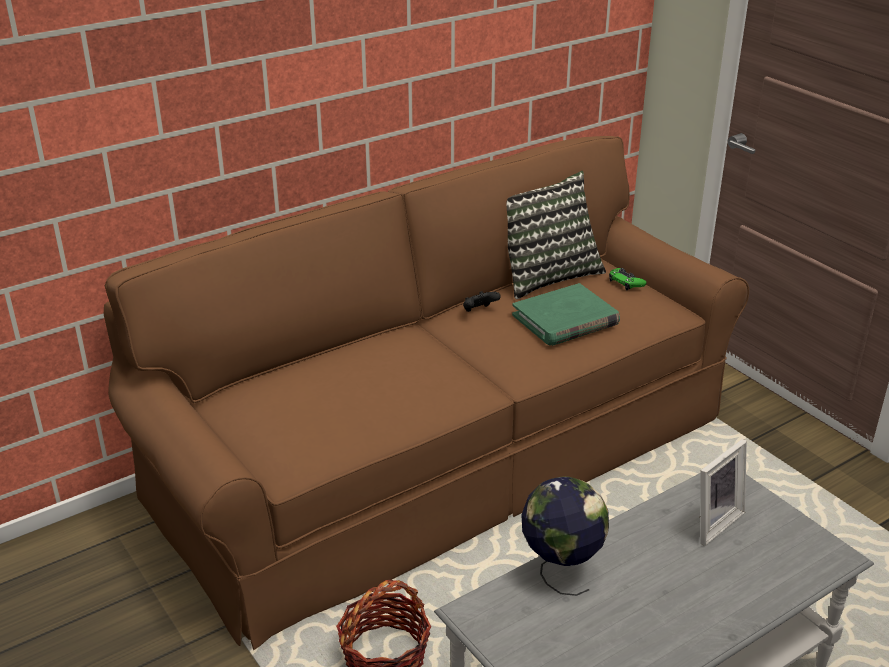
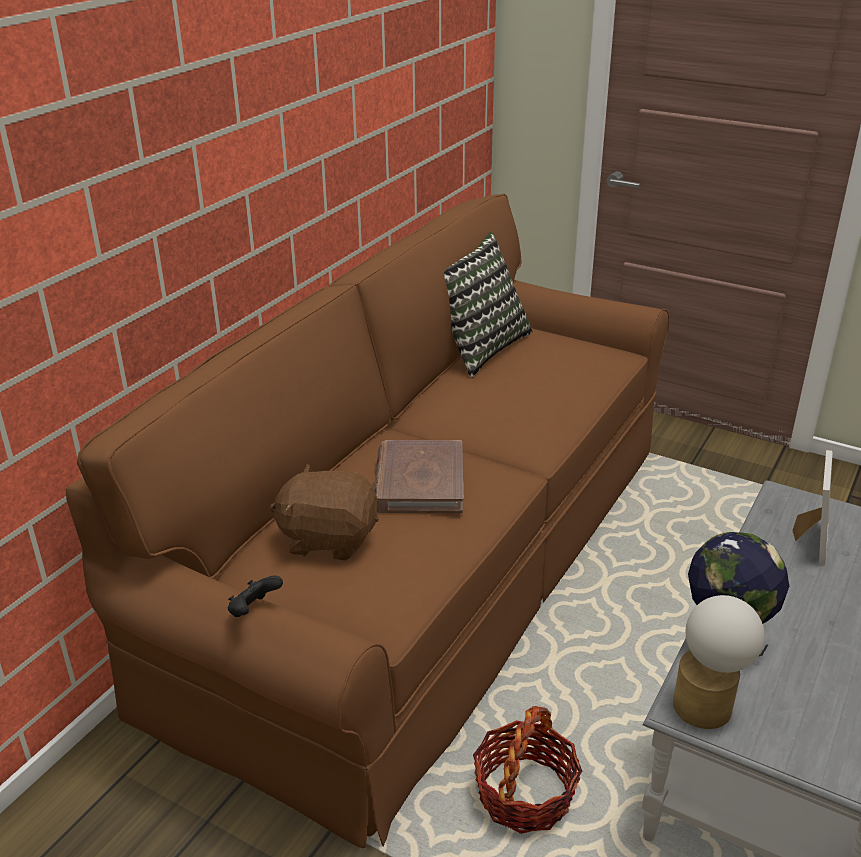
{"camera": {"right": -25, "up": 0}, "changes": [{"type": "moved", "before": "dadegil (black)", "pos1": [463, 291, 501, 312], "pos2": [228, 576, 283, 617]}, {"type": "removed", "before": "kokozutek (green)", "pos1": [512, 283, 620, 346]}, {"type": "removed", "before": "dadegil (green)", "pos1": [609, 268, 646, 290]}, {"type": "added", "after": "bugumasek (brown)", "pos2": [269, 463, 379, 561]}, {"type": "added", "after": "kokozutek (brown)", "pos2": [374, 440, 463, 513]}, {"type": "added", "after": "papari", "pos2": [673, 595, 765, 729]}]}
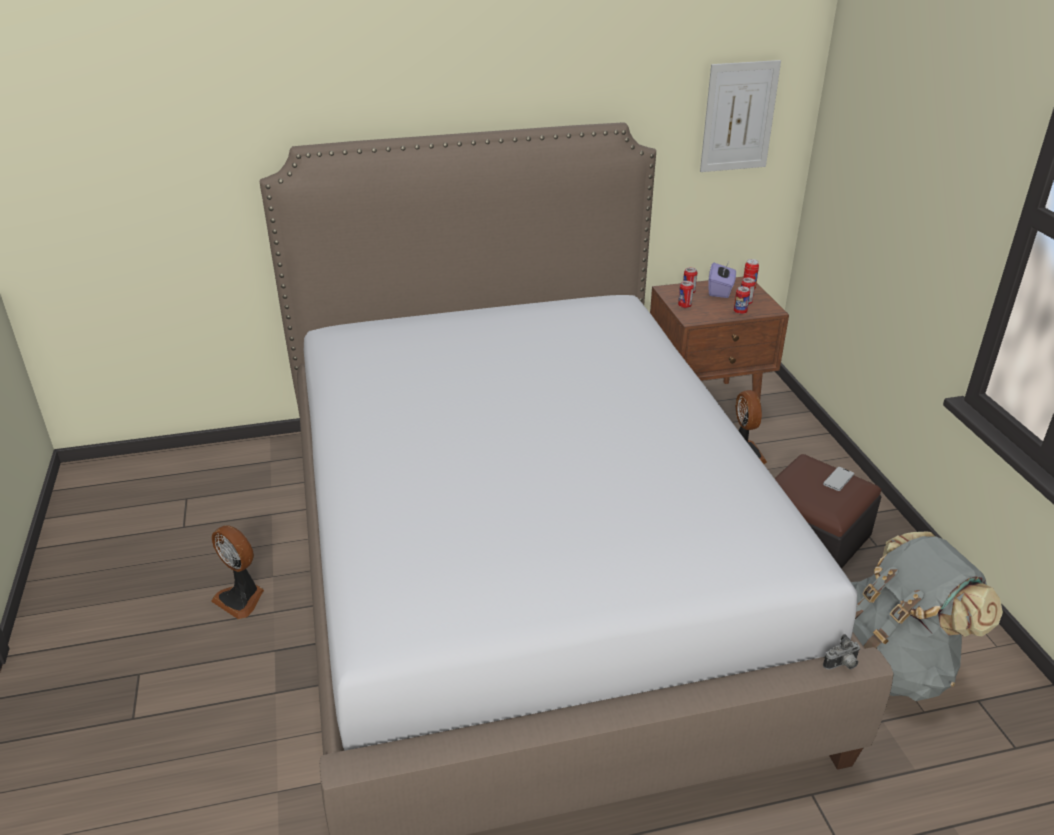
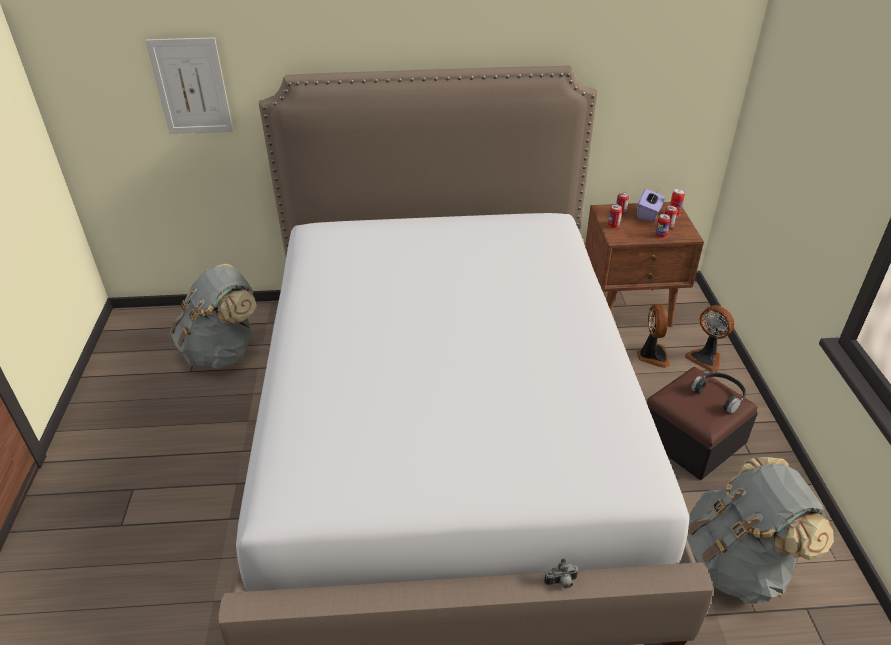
{"camera": {"right": 10, "up": 5}, "changes": [{"type": "moved", "before": "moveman", "pos1": [211, 525, 264, 619], "pos2": [685, 305, 734, 372]}, {"type": "moved", "before": "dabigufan", "pos1": [700, 60, 781, 172], "pos2": [145, 37, 233, 134]}, {"type": "replaced", "before": "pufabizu", "after": "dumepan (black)", "pos1": [823, 467, 854, 491], "pos2": [691, 372, 746, 414]}, {"type": "moved", "before": "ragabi", "pos1": [823, 634, 860, 670], "pos2": [544, 558, 579, 589]}, {"type": "added", "after": "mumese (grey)", "pos2": [171, 264, 257, 369]}]}
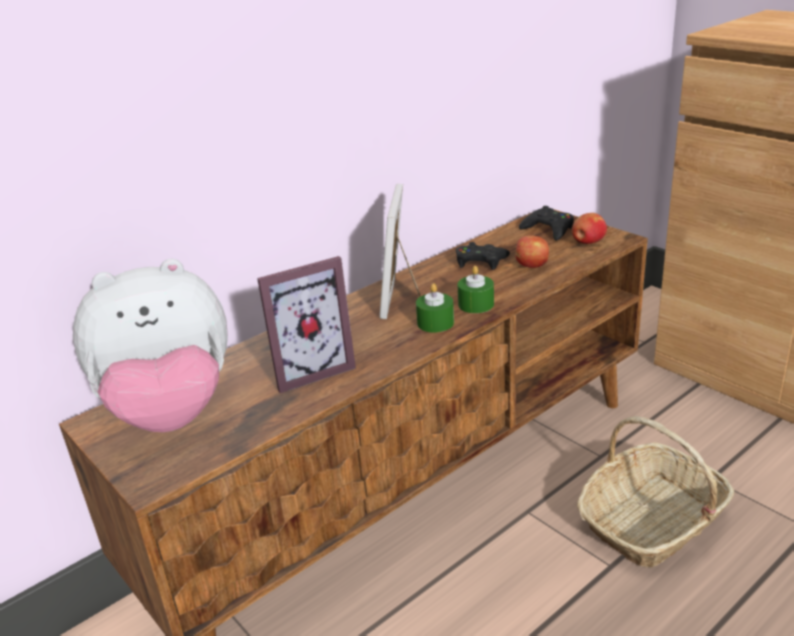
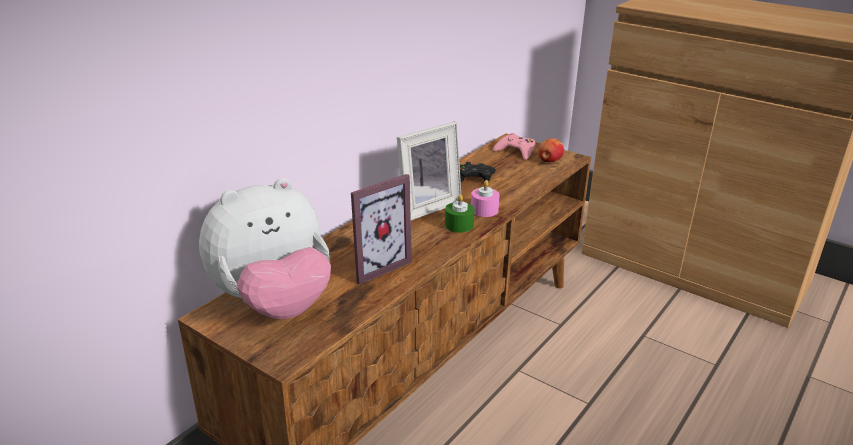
{"camera": {"right": -15, "up": 0}, "changes": [{"type": "turned", "before": "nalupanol", "pos1": [380, 184, 421, 319], "pos2": [397, 122, 461, 220], "turn": -120}, {"type": "recoloured", "before": "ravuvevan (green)", "after": "ravuvevan (pink)", "pos1": [458, 266, 494, 313], "pos2": [471, 180, 500, 217]}, {"type": "removed", "before": "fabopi", "pos1": [515, 235, 549, 268]}, {"type": "recoloured", "before": "dadegil (black)", "after": "dadegil (pink)", "pos1": [519, 206, 574, 241], "pos2": [493, 133, 535, 160]}, {"type": "removed", "before": "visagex", "pos1": [577, 416, 734, 568]}]}
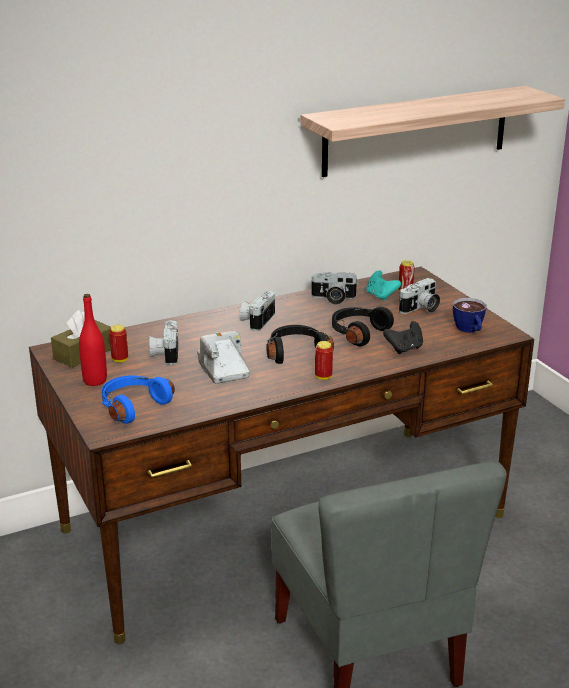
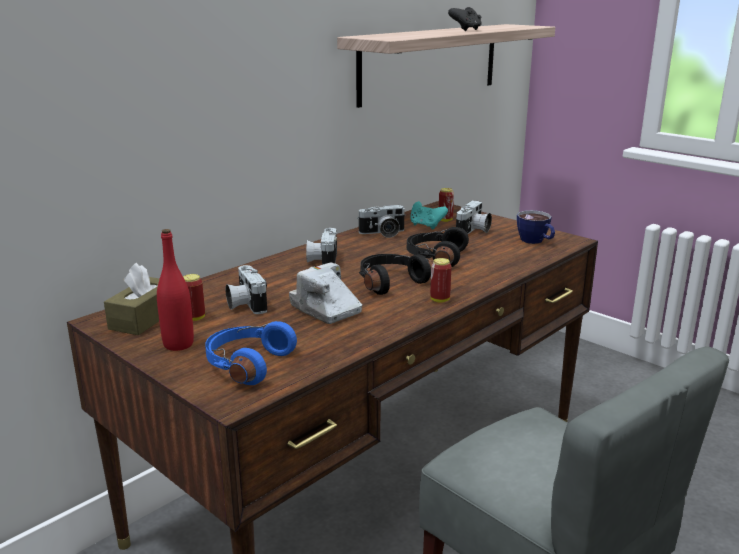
{"camera": {"right": -20, "up": -5}, "changes": [{"type": "moved", "before": "dadegil (black)", "pos1": [383, 321, 423, 354], "pos2": [448, 7, 482, 31]}]}
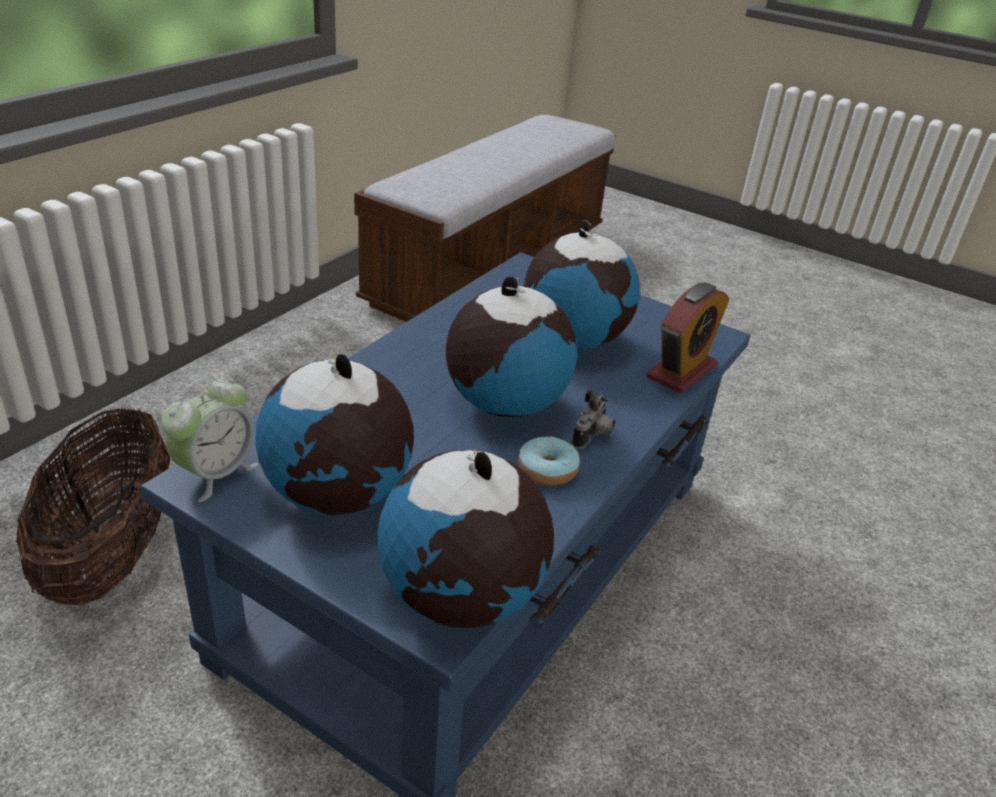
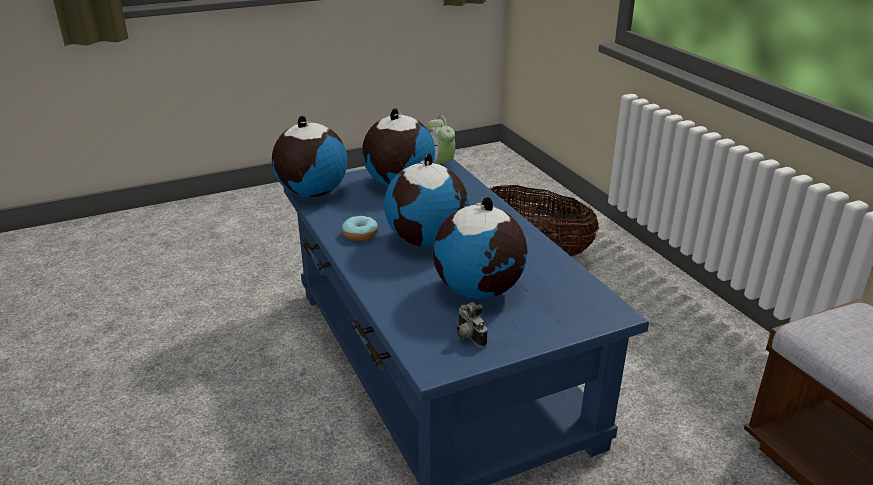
{"camera": {"right": 125, "up": -5}, "changes": [{"type": "moved", "before": "ragabi", "pos1": [572, 390, 615, 449], "pos2": [457, 302, 487, 347]}, {"type": "removed", "before": "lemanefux", "pos1": [647, 282, 729, 393]}]}
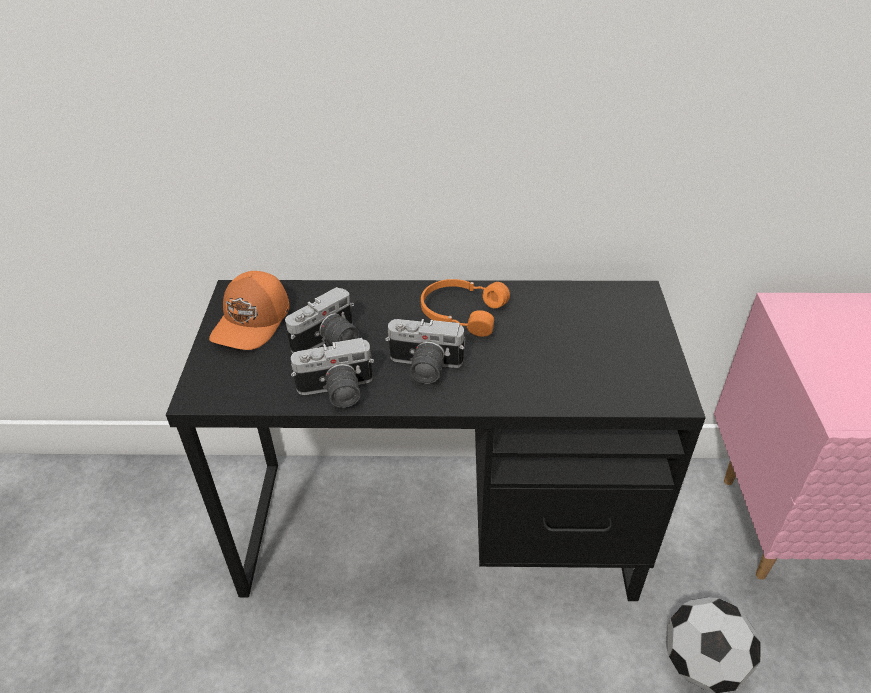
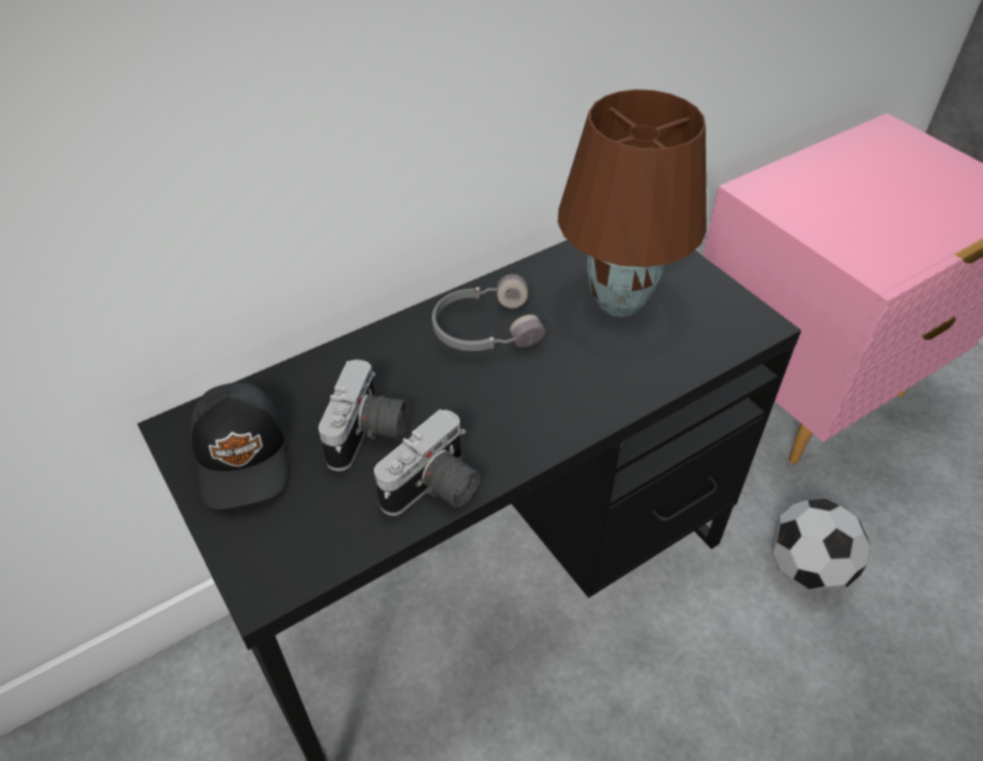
{"camera": {"right": -35, "up": 5}, "changes": [{"type": "recoloured", "before": "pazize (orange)", "after": "pazize (black)", "pos1": [209, 271, 290, 350], "pos2": [190, 382, 288, 510]}, {"type": "removed", "before": "ragabi", "pos1": [385, 319, 465, 384]}, {"type": "recoloured", "before": "dumepan (orange)", "after": "dumepan (grey)", "pos1": [421, 279, 510, 337], "pos2": [432, 274, 545, 351]}, {"type": "added", "after": "papari (brown)", "pos2": [558, 89, 707, 317]}]}
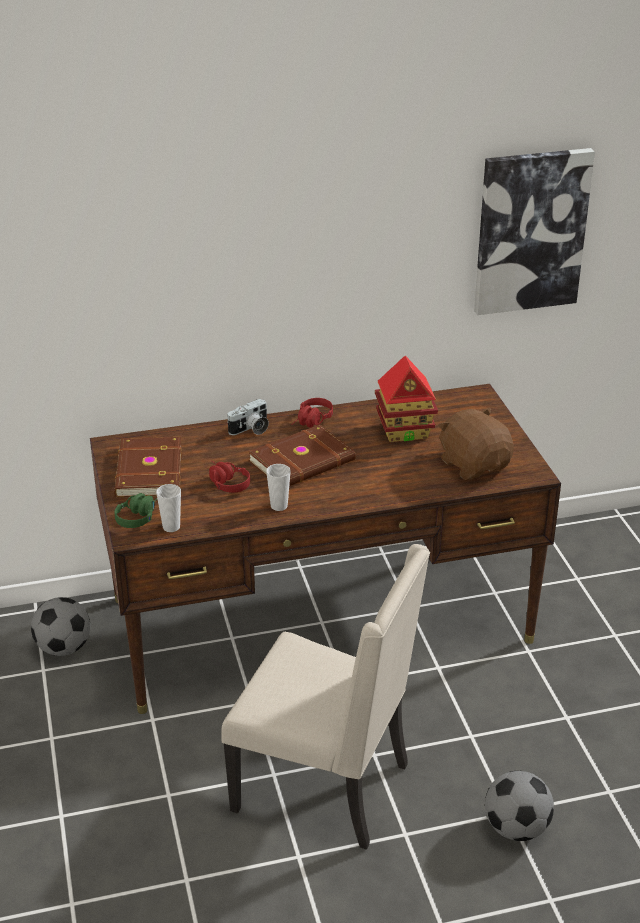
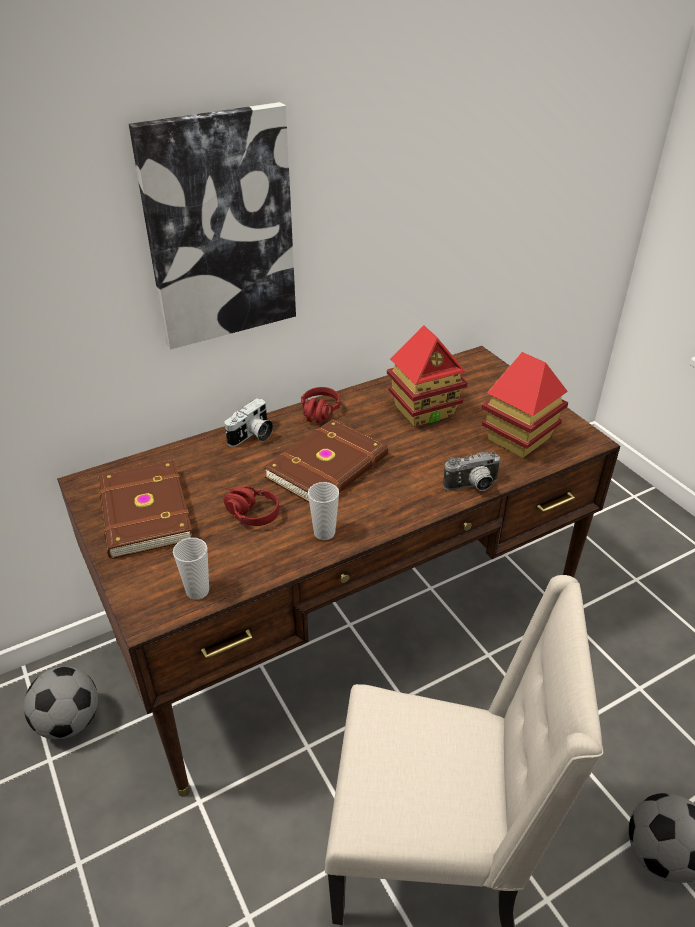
{"camera": {"right": -15, "up": 5}, "changes": [{"type": "removed", "before": "dumepan (green)", "pos1": [114, 493, 157, 528]}, {"type": "replaced", "before": "bugumasek (brown)", "after": "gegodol", "pos1": [438, 408, 514, 480], "pos2": [482, 352, 568, 458]}, {"type": "moved", "before": "dabigufan", "pos1": [474, 148, 595, 315], "pos2": [129, 102, 296, 349]}, {"type": "added", "after": "ragabi", "pos2": [443, 452, 501, 491]}]}
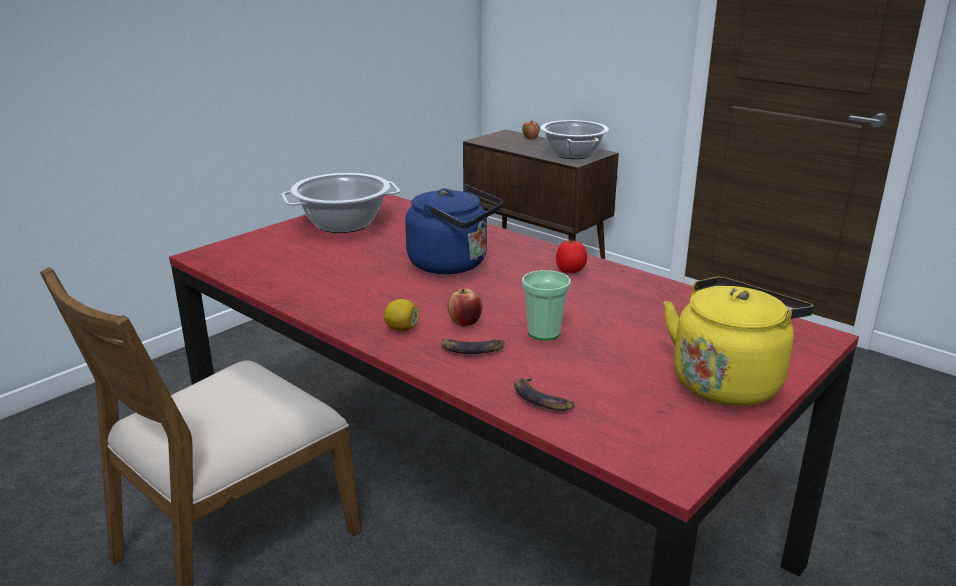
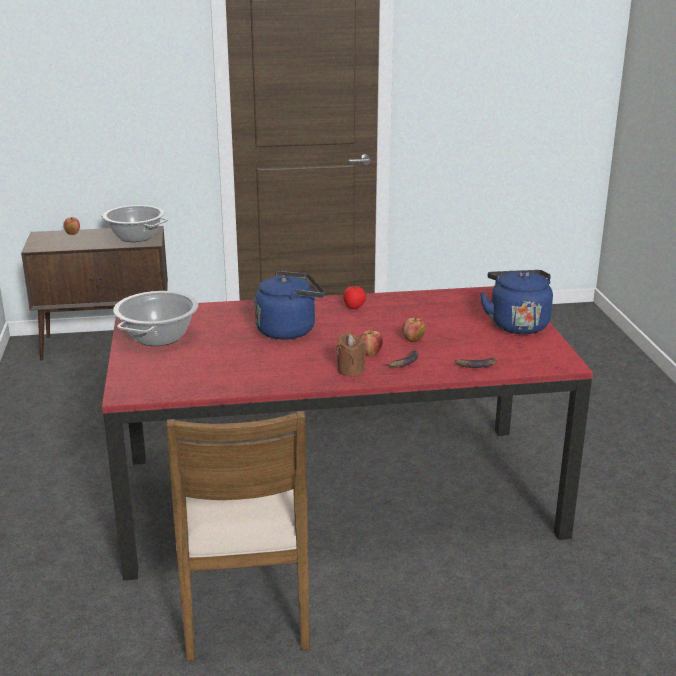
{"camera": {"right": -50, "up": 0}, "changes": [{"type": "replaced", "before": "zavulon", "after": "ravuvevan (brown)", "pos1": [384, 299, 419, 331], "pos2": [336, 332, 366, 376]}, {"type": "replaced", "before": "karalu", "after": "fabopi", "pos1": [522, 270, 571, 341], "pos2": [402, 317, 425, 342]}, {"type": "recoloured", "before": "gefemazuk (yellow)", "after": "gefemazuk (blue)", "pos1": [664, 277, 814, 406], "pos2": [480, 270, 553, 334]}]}
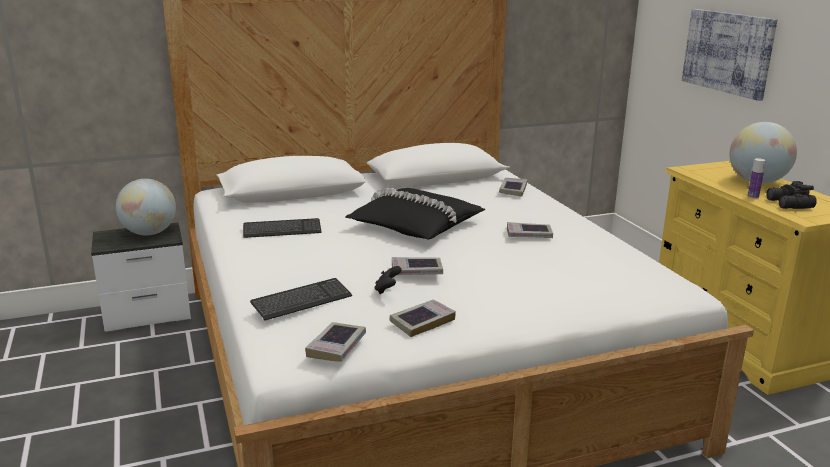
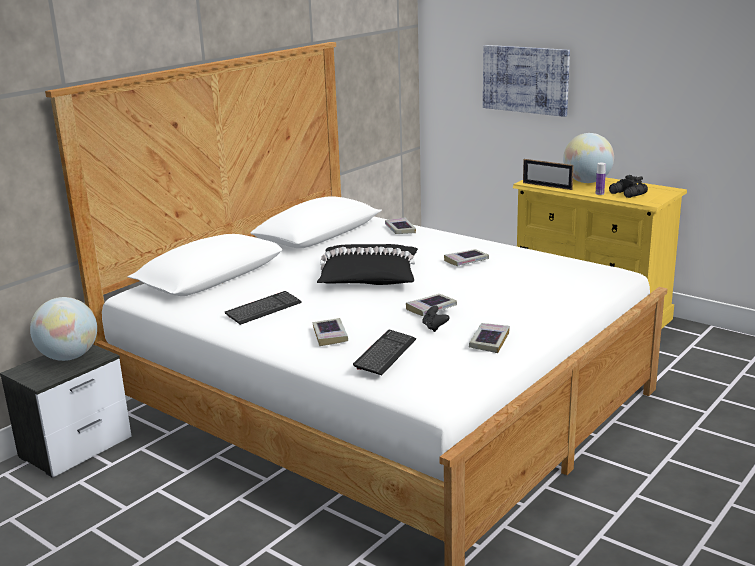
{"camera": {"right": -30, "up": 0}, "changes": [{"type": "moved", "before": "kokozutek", "pos1": [305, 322, 366, 362], "pos2": [312, 318, 348, 346]}, {"type": "added", "after": "nalupanol", "pos2": [523, 159, 574, 190]}]}
